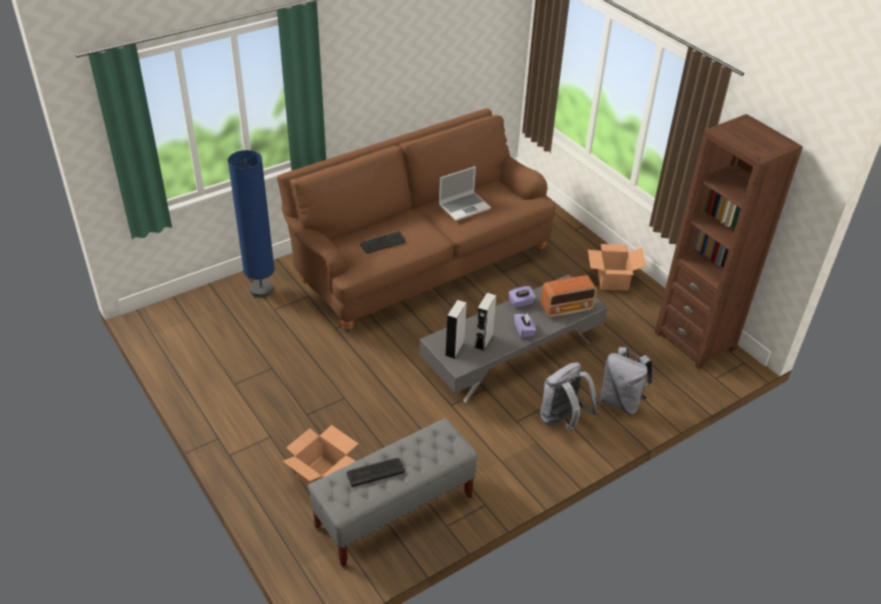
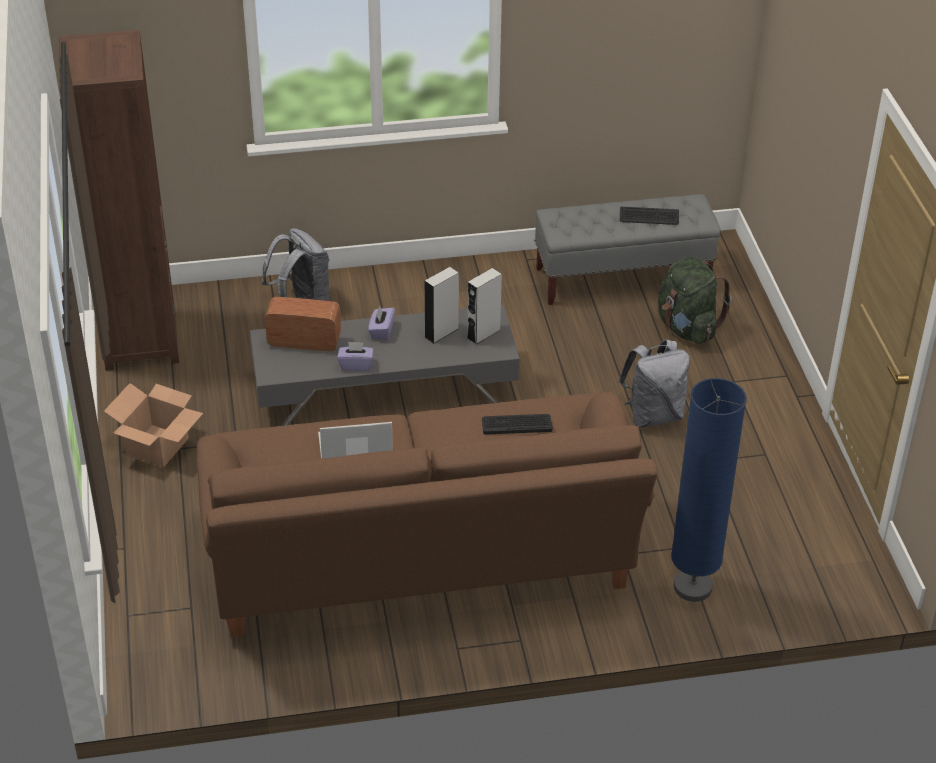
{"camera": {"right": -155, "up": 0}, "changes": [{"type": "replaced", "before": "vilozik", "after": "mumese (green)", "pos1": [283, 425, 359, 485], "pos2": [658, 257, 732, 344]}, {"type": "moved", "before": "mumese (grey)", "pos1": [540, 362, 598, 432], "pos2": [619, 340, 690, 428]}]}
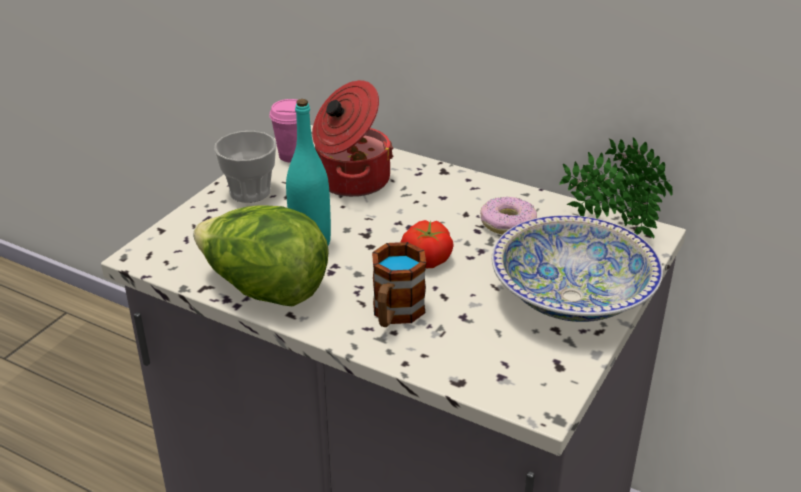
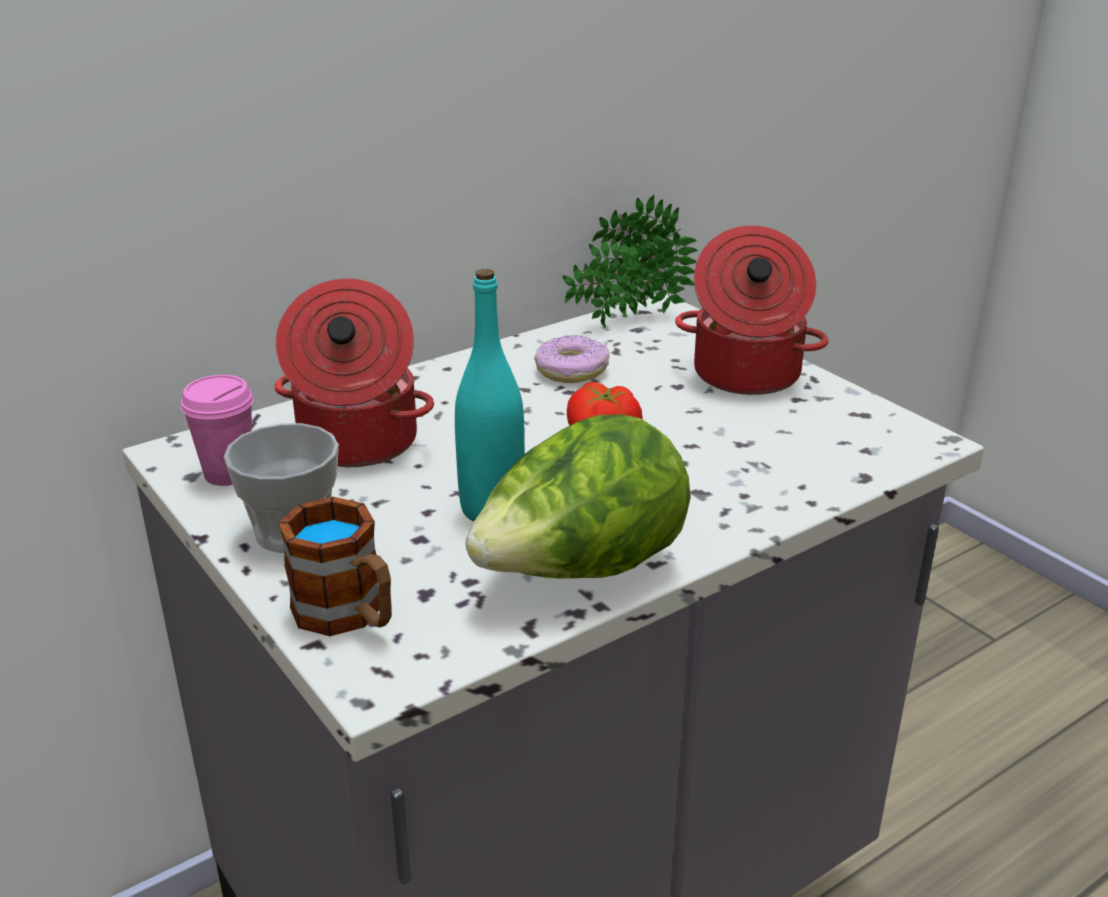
{"camera": {"right": -65, "up": -5}, "changes": [{"type": "moved", "before": "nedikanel", "pos1": [372, 242, 426, 327], "pos2": [279, 497, 392, 636]}, {"type": "replaced", "before": "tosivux", "after": "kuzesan", "pos1": [492, 215, 663, 322], "pos2": [675, 225, 829, 395]}]}
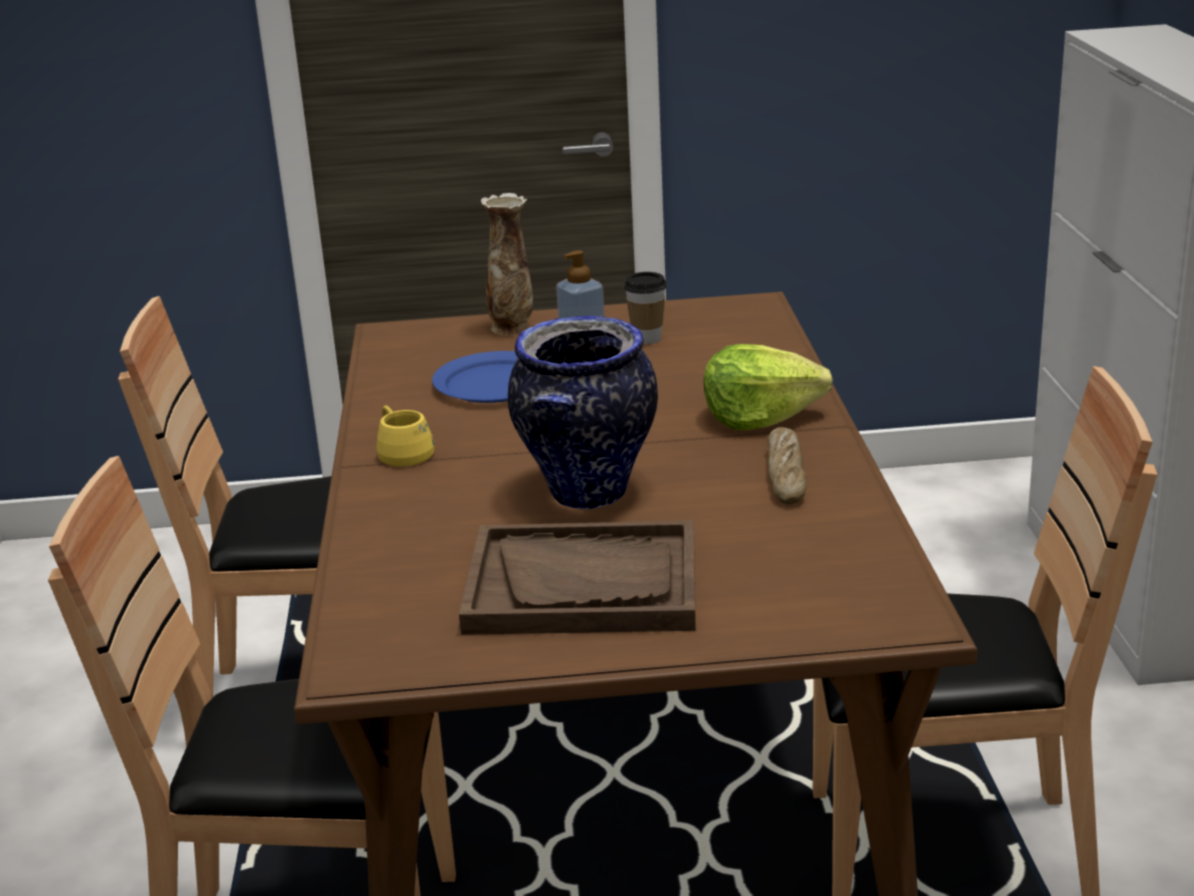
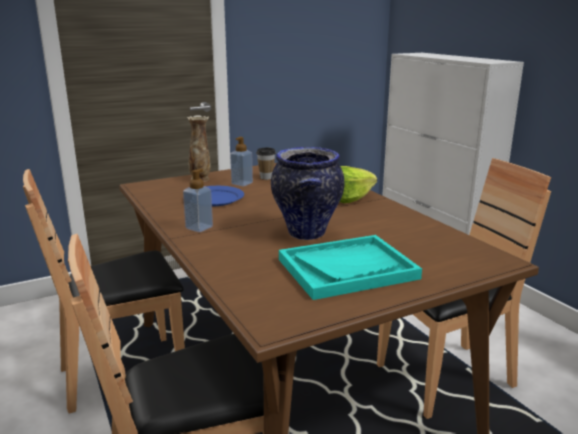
{"camera": {"right": -25, "up": -5}, "changes": [{"type": "replaced", "before": "nedikanel (yellow)", "after": "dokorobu", "pos1": [377, 405, 434, 466], "pos2": [183, 169, 213, 232]}, {"type": "recoloured", "before": "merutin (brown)", "after": "merutin (turquoise)", "pos1": [459, 521, 696, 635], "pos2": [279, 235, 422, 300]}, {"type": "removed", "before": "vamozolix", "pos1": [767, 427, 807, 505]}]}
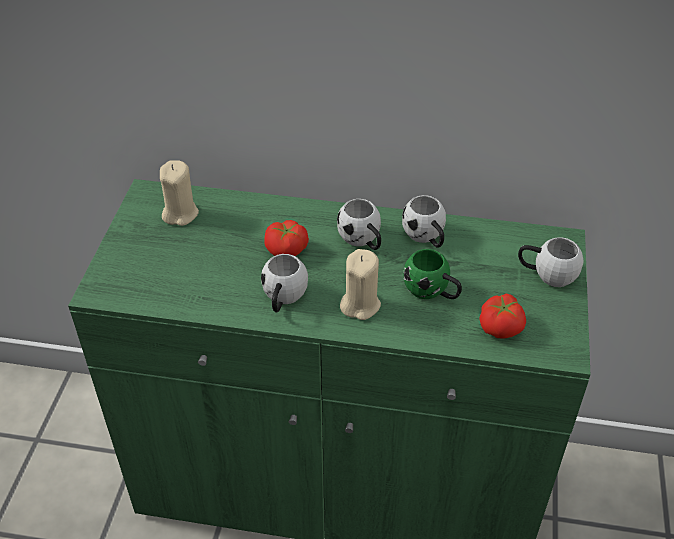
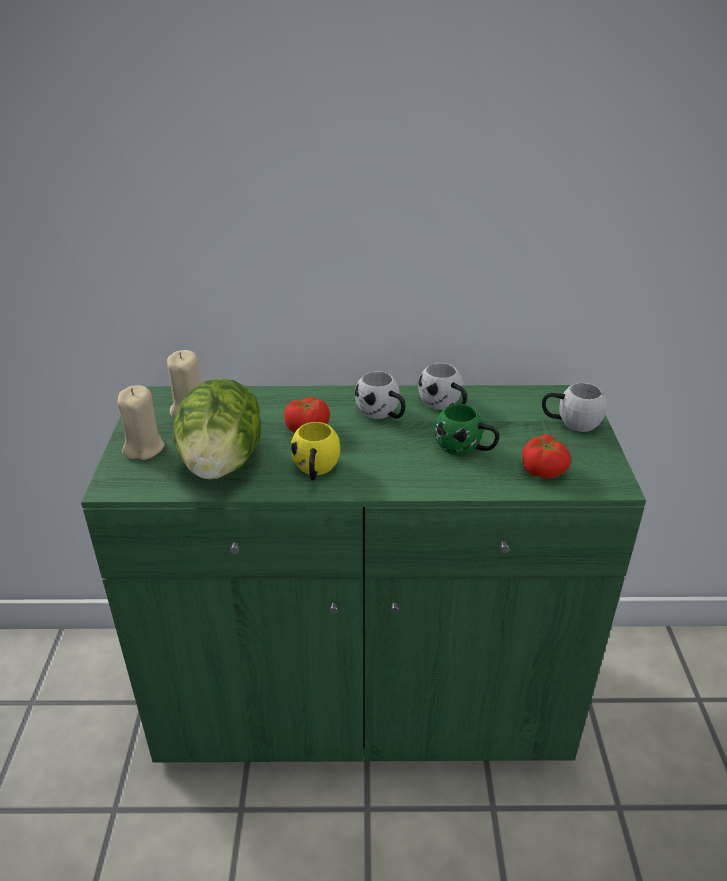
{"camera": {"right": -10, "up": -10}, "changes": [{"type": "recoloured", "before": "nedikanel (white)", "after": "nedikanel (yellow)", "pos1": [261, 254, 308, 312], "pos2": [291, 422, 340, 481]}, {"type": "moved", "before": "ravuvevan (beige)", "pos1": [340, 249, 381, 320], "pos2": [117, 385, 165, 460]}, {"type": "added", "after": "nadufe", "pos2": [173, 378, 261, 480]}]}
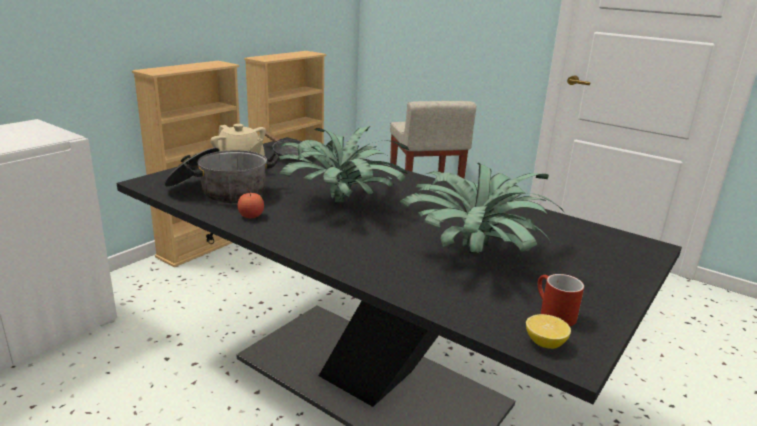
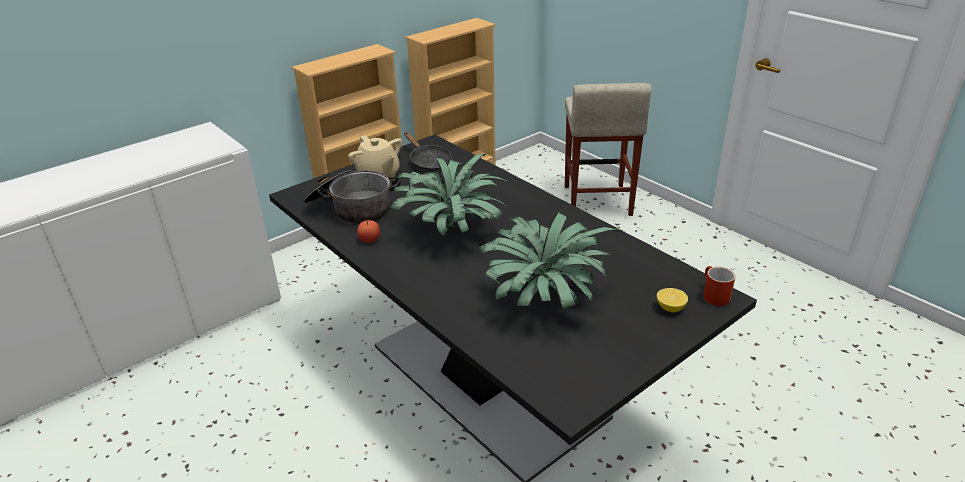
{"camera": {"right": 15, "up": 10}, "changes": [{"type": "moved", "before": "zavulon", "pos1": [526, 314, 571, 349], "pos2": [657, 288, 688, 312]}, {"type": "moved", "before": "nedikanel (red)", "pos1": [538, 274, 584, 326], "pos2": [703, 266, 735, 306]}]}
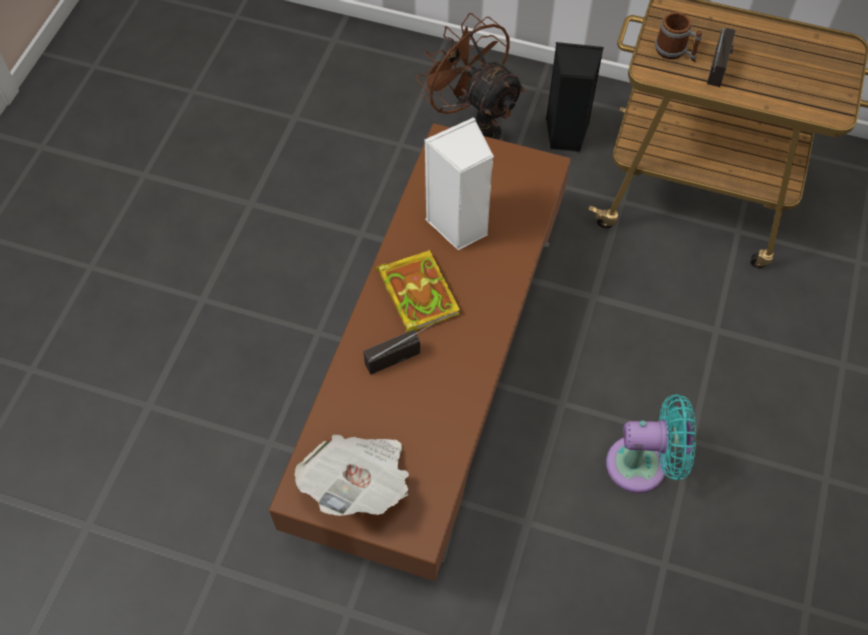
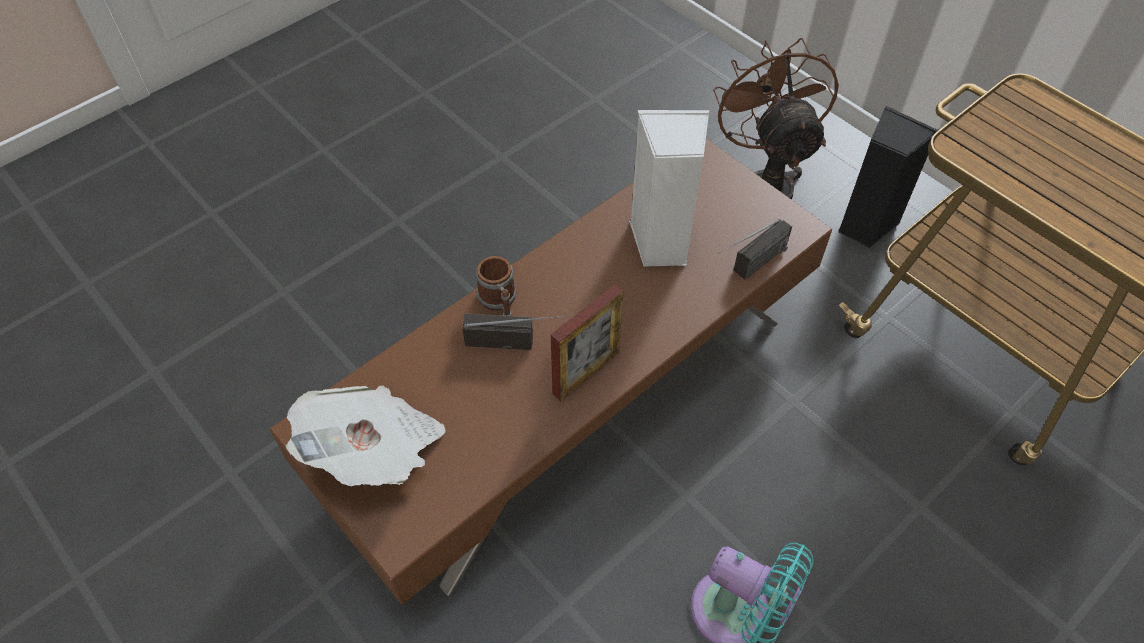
{"camera": {"right": 30, "up": -5}, "changes": [{"type": "removed", "before": "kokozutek", "pos1": [376, 250, 460, 333]}, {"type": "moved", "before": "nedikanel", "pos1": [655, 12, 702, 62], "pos2": [476, 256, 517, 316]}, {"type": "moved", "before": "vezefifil", "pos1": [707, 28, 736, 87], "pos2": [718, 219, 792, 279]}, {"type": "added", "after": "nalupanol", "pos2": [551, 284, 624, 401]}]}
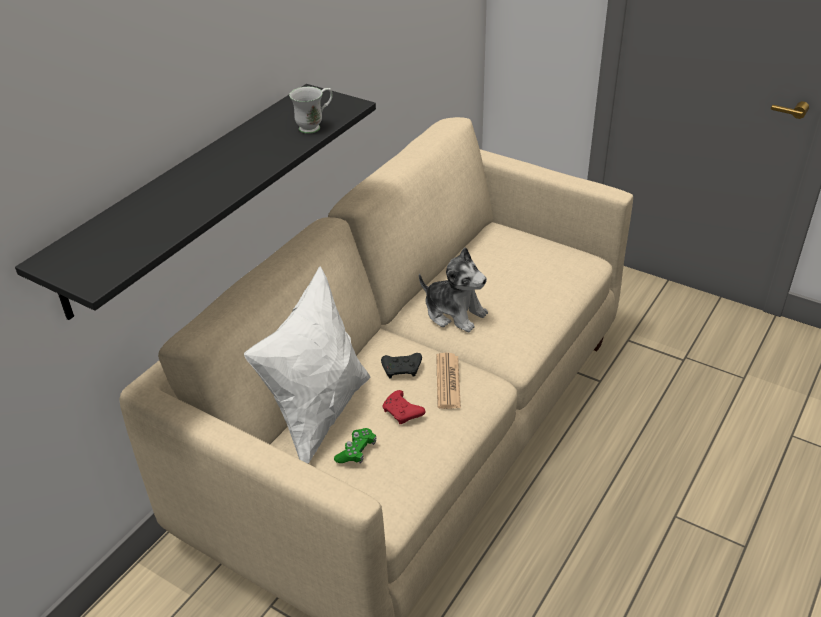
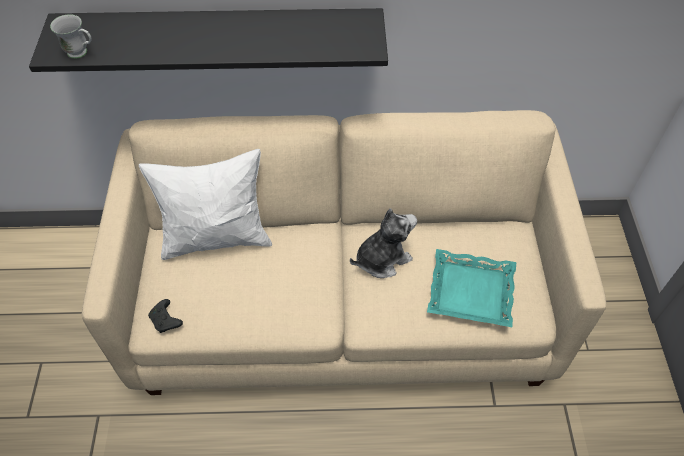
{"camera": {"right": 55, "up": 15}, "changes": [{"type": "moved", "before": "nedikanel (white)", "pos1": [289, 87, 333, 134], "pos2": [50, 14, 92, 59]}, {"type": "removed", "before": "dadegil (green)", "pos1": [334, 428, 376, 464]}, {"type": "moved", "before": "dadegil (black)", "pos1": [381, 353, 422, 379], "pos2": [148, 299, 183, 333]}, {"type": "removed", "before": "dadegil (red)", "pos1": [382, 390, 425, 424]}, {"type": "turned", "before": "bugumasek", "pos1": [419, 247, 488, 333], "pos2": [350, 208, 417, 278], "turn": -120}, {"type": "removed", "before": "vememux", "pos1": [436, 353, 461, 409]}, {"type": "added", "after": "merutin (turquoise)", "pos2": [427, 249, 516, 327]}]}
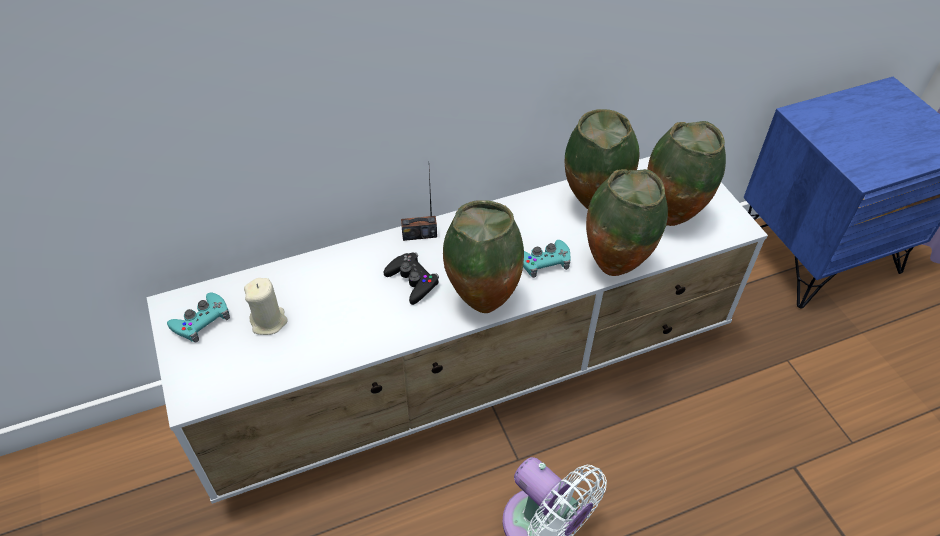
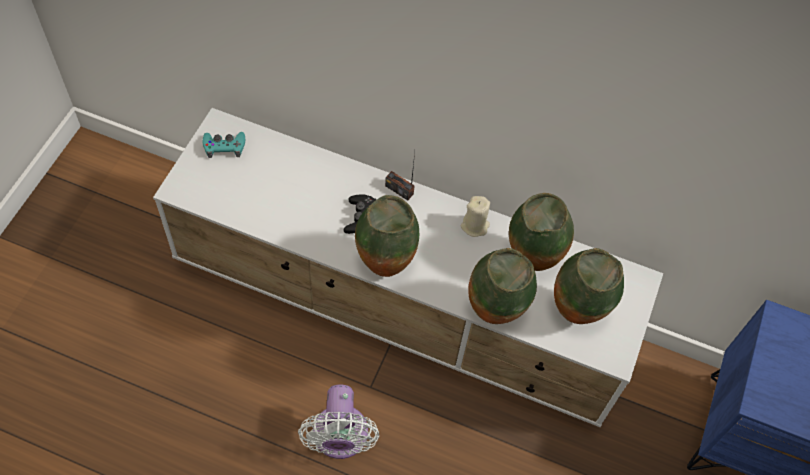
{"camera": {"right": 40, "up": 10}, "changes": [{"type": "moved", "before": "ravuvevan (beige)", "pos1": [244, 278, 288, 335], "pos2": [461, 196, 490, 237]}, {"type": "removed", "before": "dadegil (turquoise)", "pos1": [523, 240, 571, 278]}]}
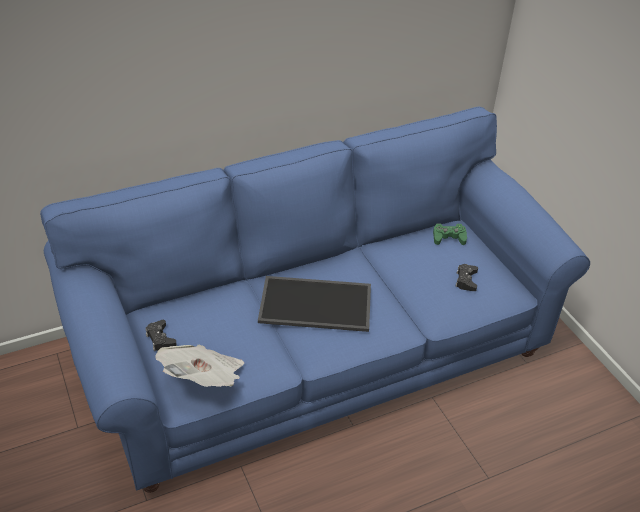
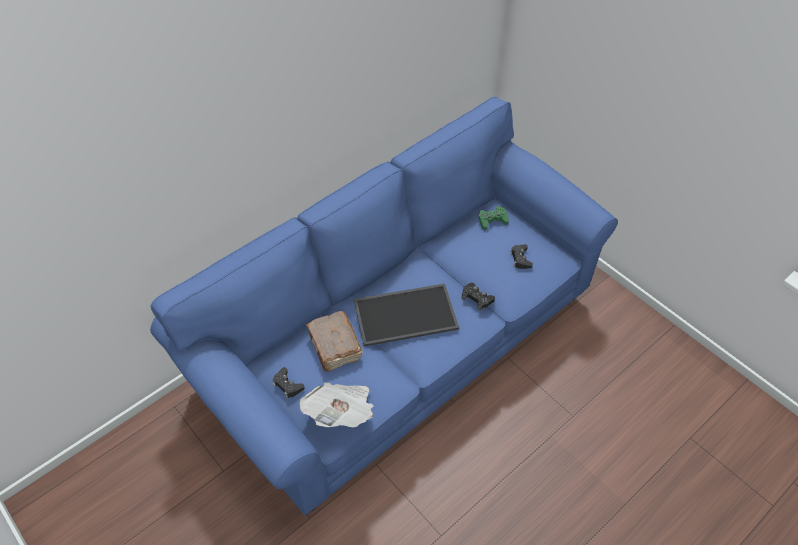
{"camera": {"right": -15, "up": 10}, "changes": [{"type": "added", "after": "kokozutek (brown)", "pos2": [305, 311, 363, 372]}, {"type": "added", "after": "dadegil (black)", "pos2": [462, 283, 495, 311]}]}
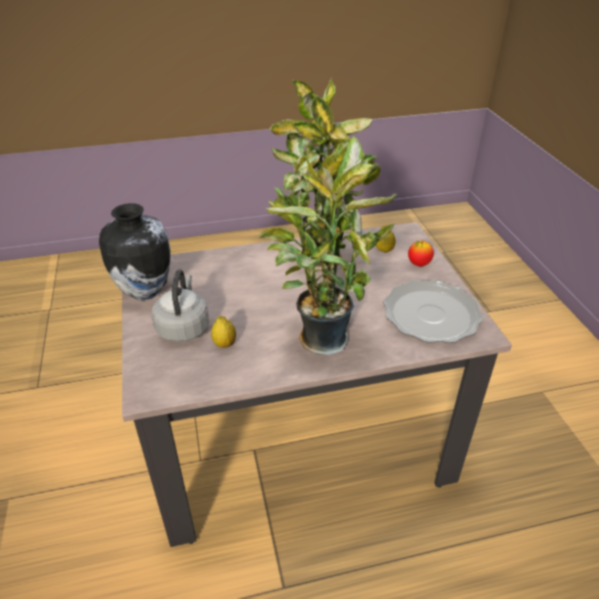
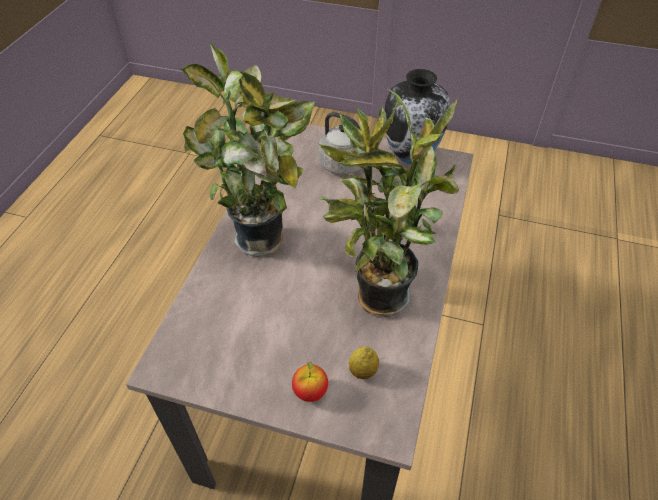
{"camera": {"right": 120, "up": 10}, "changes": [{"type": "removed", "before": "zavulon", "pos1": [211, 316, 236, 348]}, {"type": "removed", "before": "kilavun", "pos1": [383, 280, 483, 343]}]}
